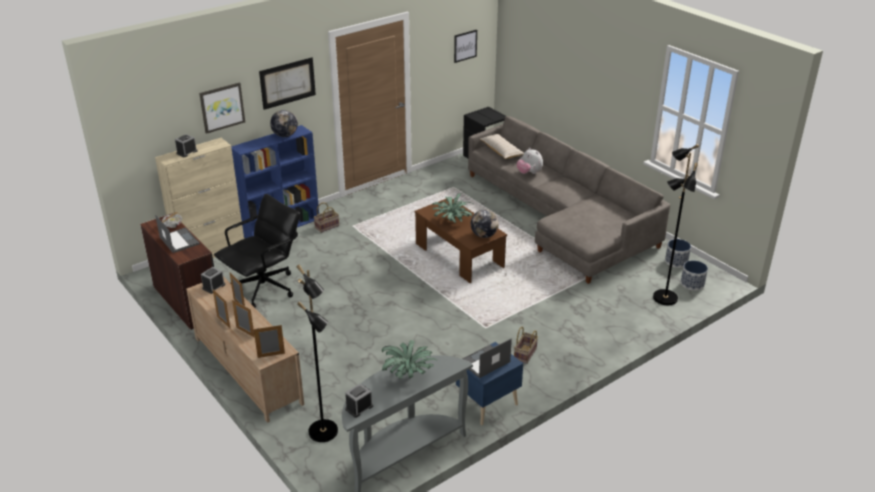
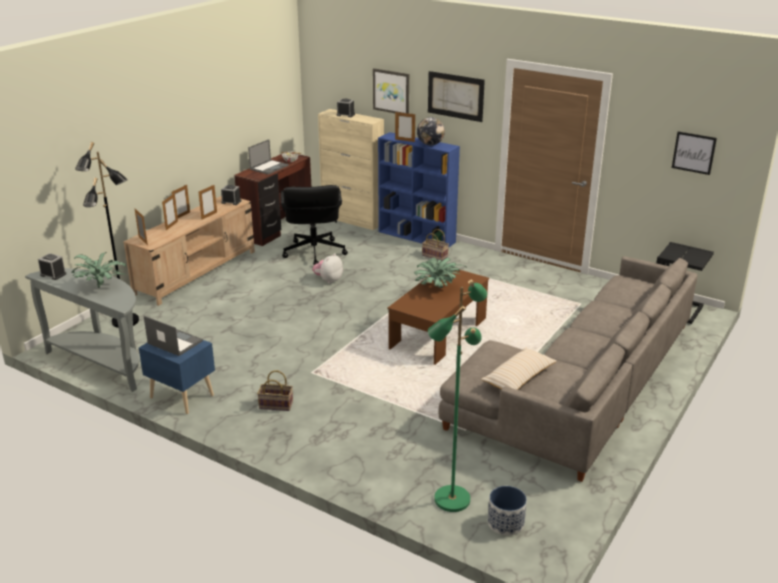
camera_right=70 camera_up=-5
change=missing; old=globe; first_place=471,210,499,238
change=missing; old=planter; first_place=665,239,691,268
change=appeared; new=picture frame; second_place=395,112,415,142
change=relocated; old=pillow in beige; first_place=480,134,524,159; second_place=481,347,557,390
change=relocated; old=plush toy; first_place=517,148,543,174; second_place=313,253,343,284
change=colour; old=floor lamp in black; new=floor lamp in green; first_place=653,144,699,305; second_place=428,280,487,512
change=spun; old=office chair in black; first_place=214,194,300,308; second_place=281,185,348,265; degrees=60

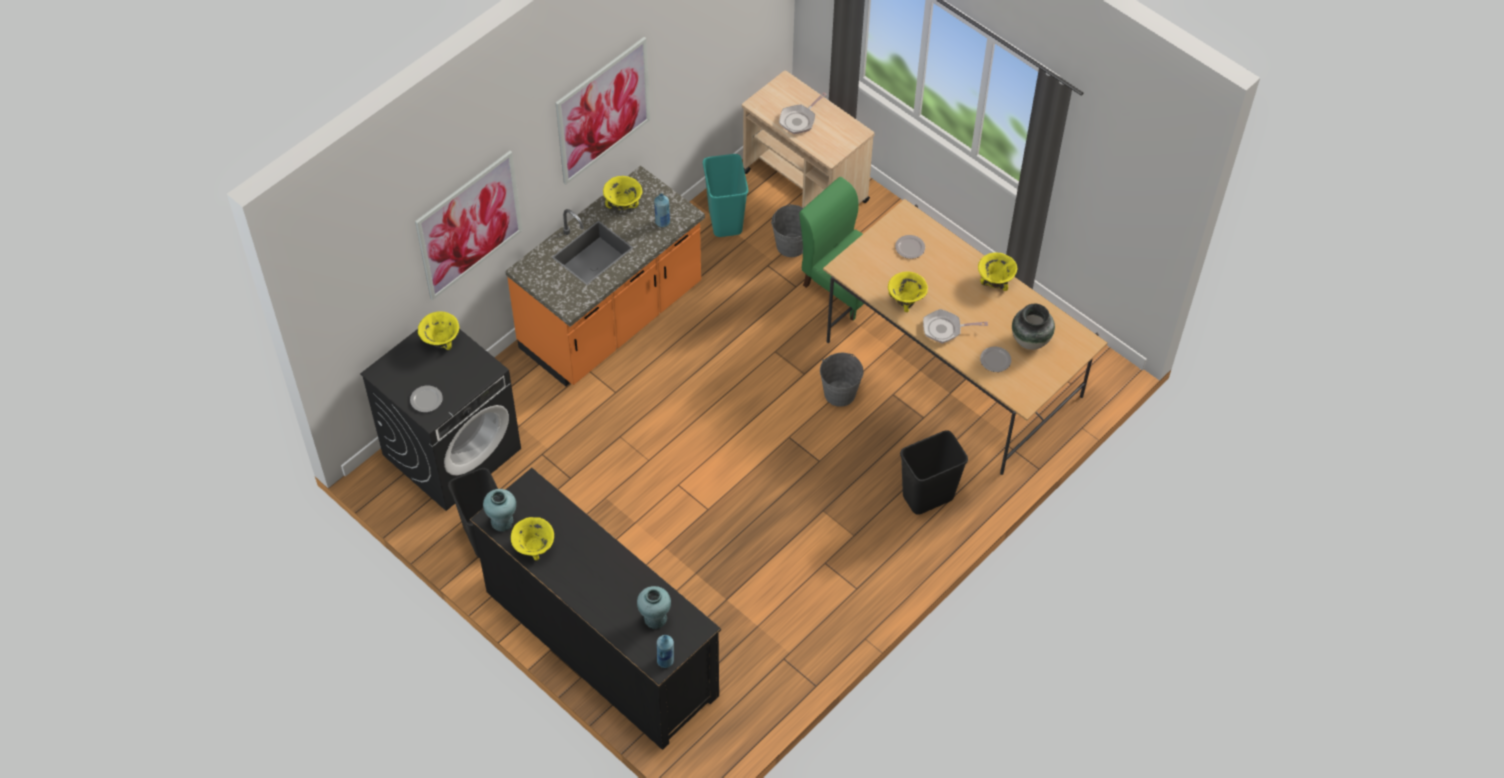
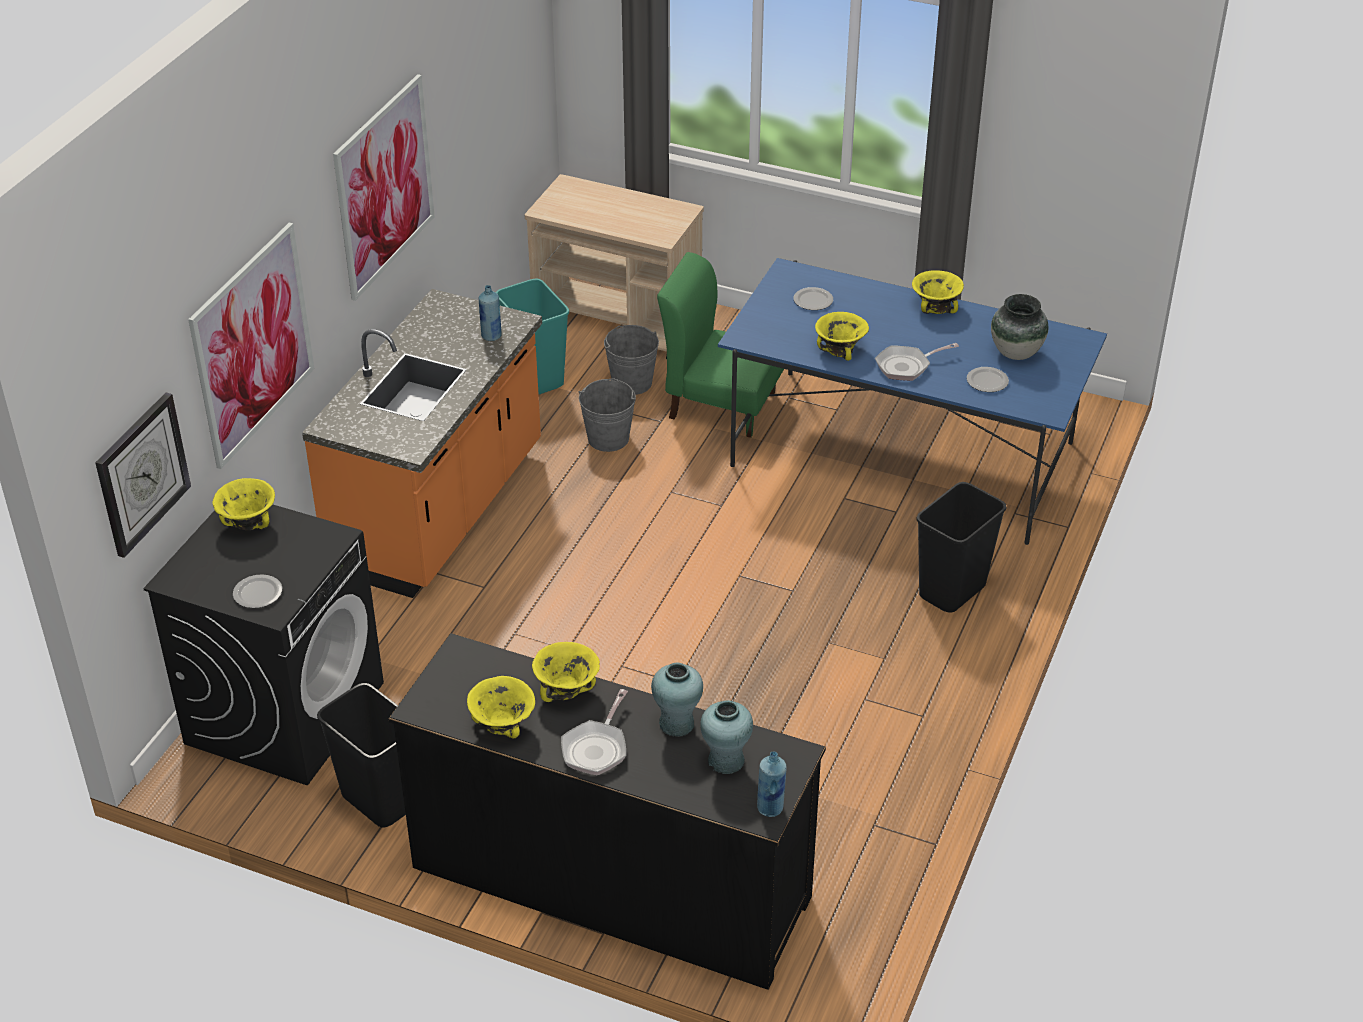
camera_right=-20 camera_up=-15
change=appeared; new=wall clock; second_place=95,392,191,558
change=relocated; old=vase in turquoise; first_place=483,489,516,532; second_place=651,662,703,737
change=relocated; old=bowl in yellow; first_place=603,176,642,210; second_place=532,642,600,702
change=relocated; old=frying pan; first_place=779,92,827,134; second_place=561,689,628,775
change=relocated; old=bucket in grey; first_place=820,353,864,407; second_place=579,378,636,452
change=colour; old=dining table in beige; new=dining table in blue; first_place=823,199,1107,475; second_place=718,258,1107,545

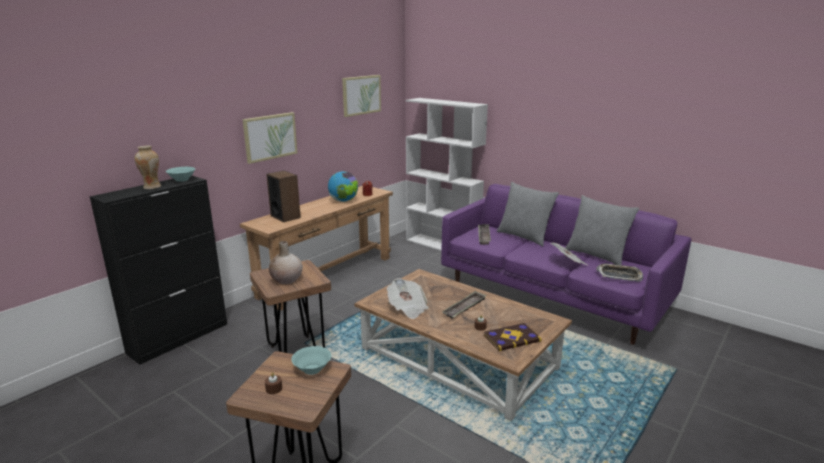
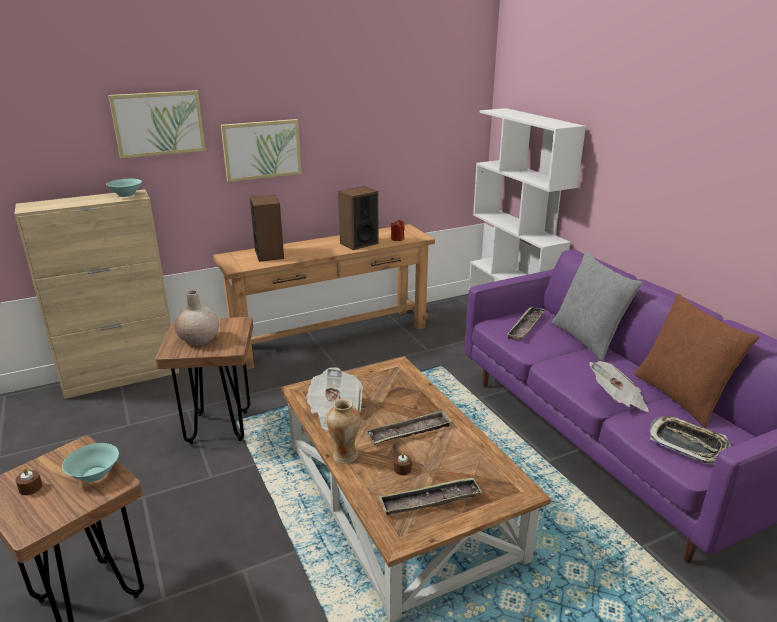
camera_right=25 camera_up=5
change=relocated; old=vase; first_place=134,146,161,189; second_place=327,399,360,463
change=relocated; old=picture; first_place=342,75,381,117; second_place=108,90,206,159
change=exchanged; old=globe; new=speaker; first_place=328,172,358,202; second_place=338,186,379,250
change=exchanged; old=book; new=tray; first_place=484,323,541,351; second_place=379,477,482,515
change=colour; old=cabinet in black; new=cabinet in beige; first_place=90,176,227,365; second_place=14,189,179,399
change=colour; old=pillow in grey; new=pillow in brown; first_place=565,195,639,265; second_place=634,294,759,428

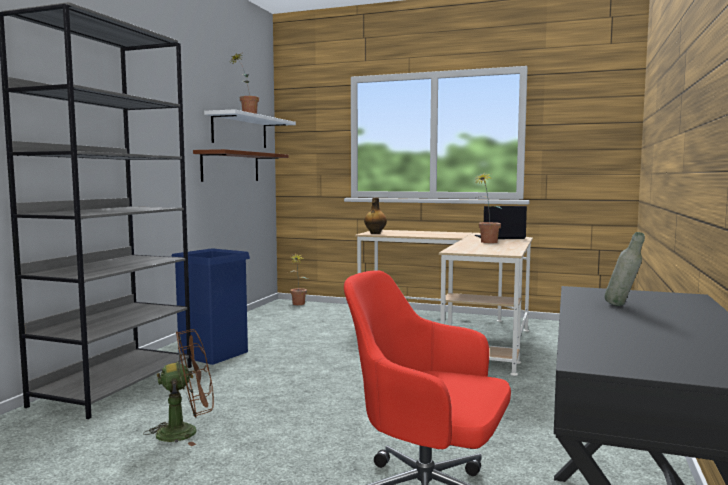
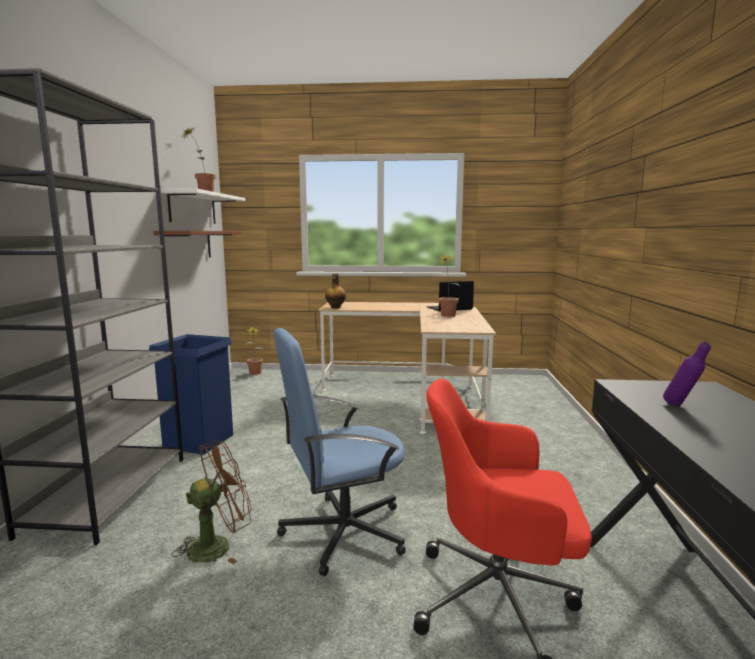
camera_right=-15 camera_up=5
change=appeared; new=office chair in blue; second_place=273,328,406,576
change=colour; old=bottle in grey; new=bottle in purple; first_place=605,232,645,306; second_place=663,341,711,406

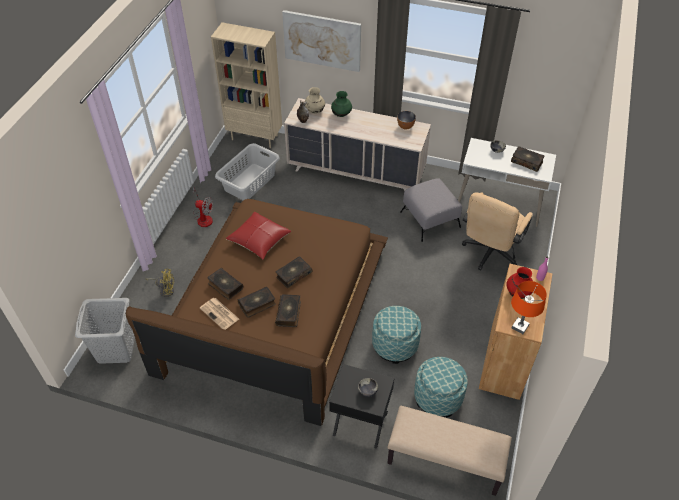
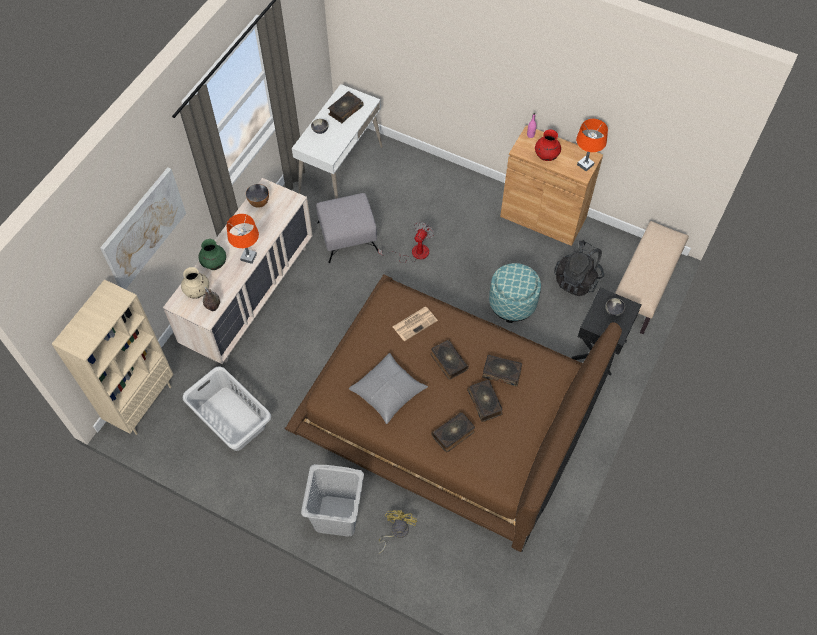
camera_right=-80 camera_up=10
change=missing; old=office chair in beige; first_place=462,192,533,270
change=appeared; new=table lamp in orange; second_place=227,214,259,264
change=relocated; old=laundry basket in grey; first_place=75,298,135,364; second_place=301,464,364,537
change=relocated; old=fan; first_place=192,188,213,227; second_place=378,222,434,263
change=relocated; old=newspaper; first_place=200,298,239,330; second_place=393,307,438,341
change=exchanged; old=ottoman; new=backpack in black; first_place=414,357,468,418; second_place=554,240,604,296
change=colour; old=pillow in red; new=pillow in grey; first_place=226,212,291,259; second_place=349,353,428,424

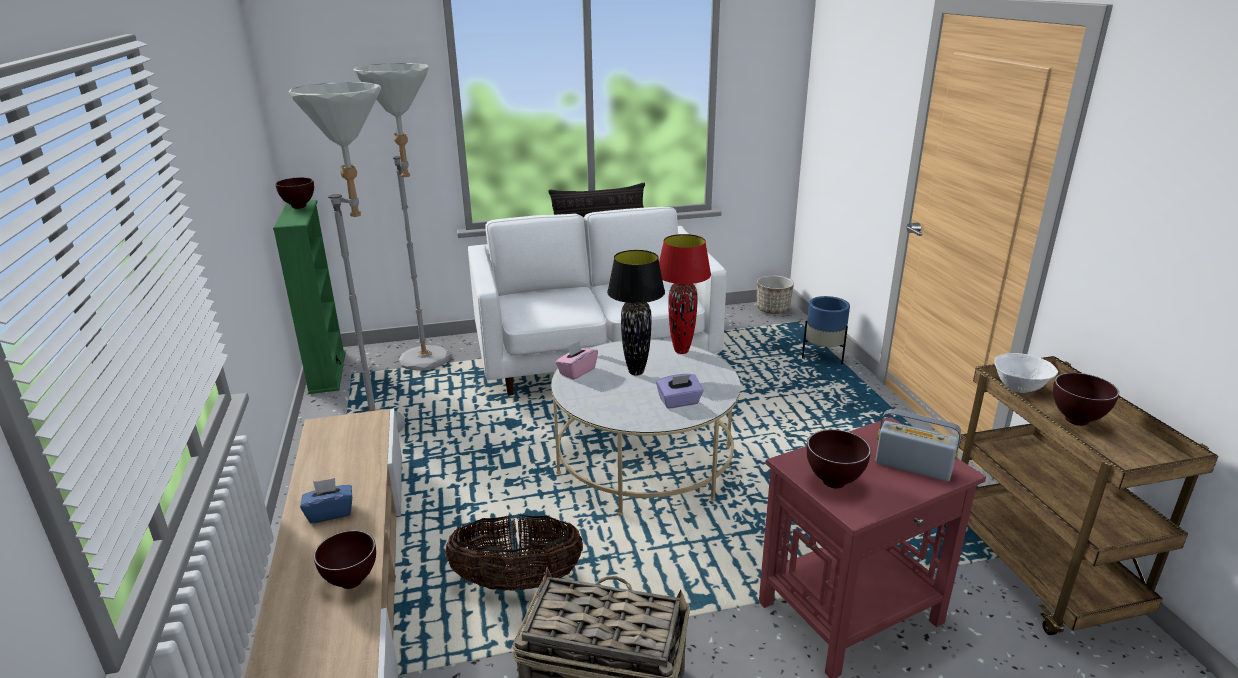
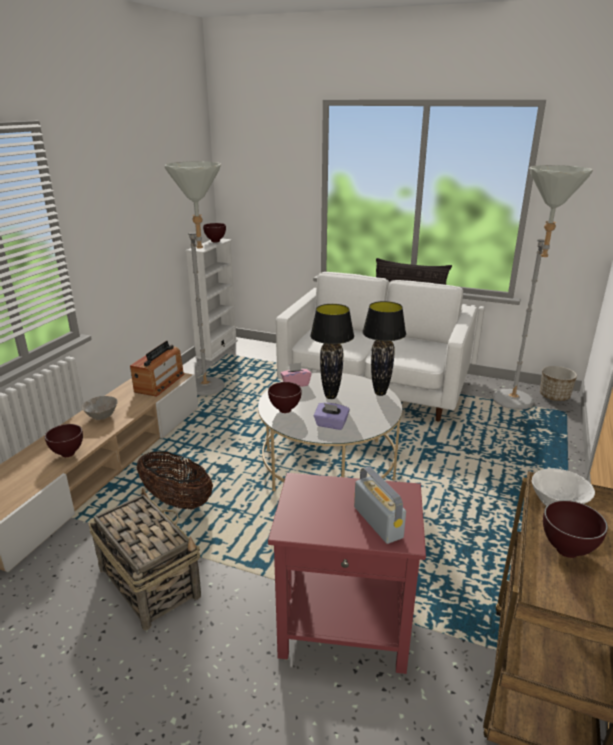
camera_right=35 camera_up=0
change=missing; old=planter in blue; first_place=802,296,850,364
change=appeared; new=radio; second_place=130,341,184,397
change=relocated; old=floor lamp in grey; first_place=353,63,450,371; second_place=492,165,593,410
change=relocated; old=bowl in brown; first_place=807,429,871,488; second_place=268,382,302,413
change=exchanged; old=tissue box in blue; new=bowl in grey; first_place=300,478,352,524; second_place=81,396,118,420
change=colour; old=bookcase in green; new=bookcase in white; first_place=273,200,346,394; second_place=185,238,238,361
change=colour; old=table lamp in red; new=table lamp in black; first_place=659,234,711,354; second_place=362,301,406,396

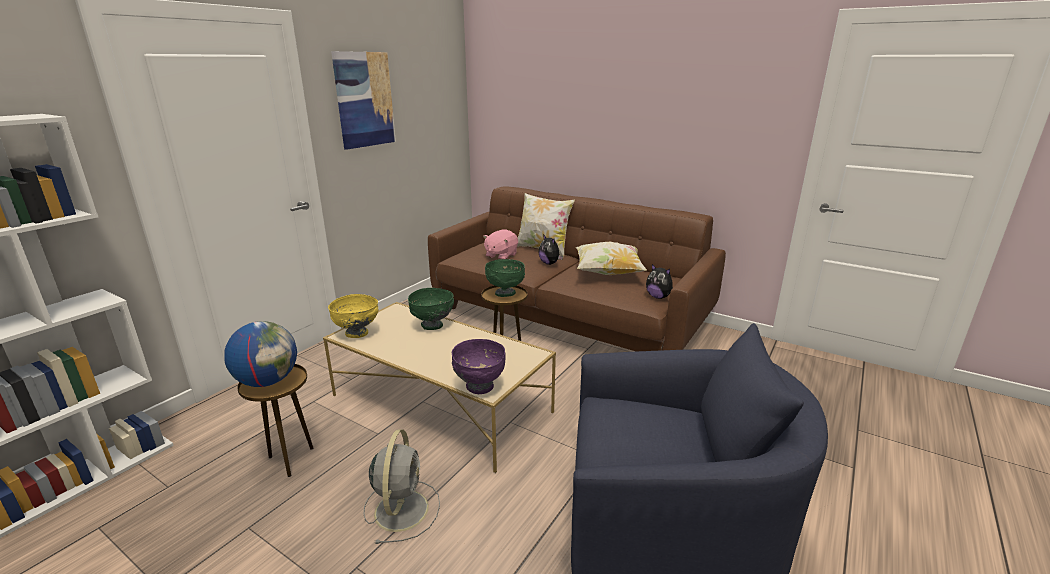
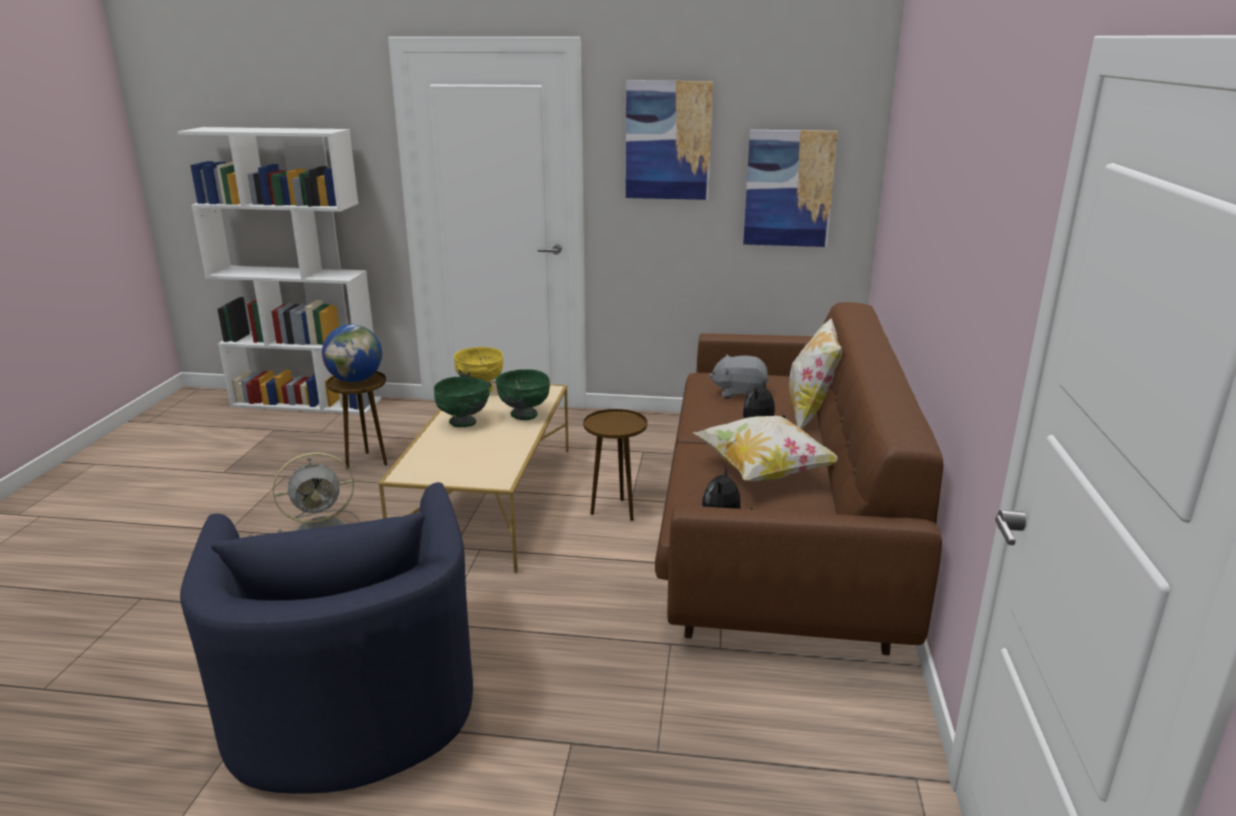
camera_right=65 camera_up=0
change=missing; old=bowl in purple; first_place=452,339,506,394
change=appeared; new=picture; second_place=743,130,838,247
change=relocated; old=bowl in green; first_place=485,259,525,297; second_place=434,376,490,427
change=colour; old=plush toy in pink; new=plush toy in grey; first_place=483,229,518,259; second_place=709,354,769,399

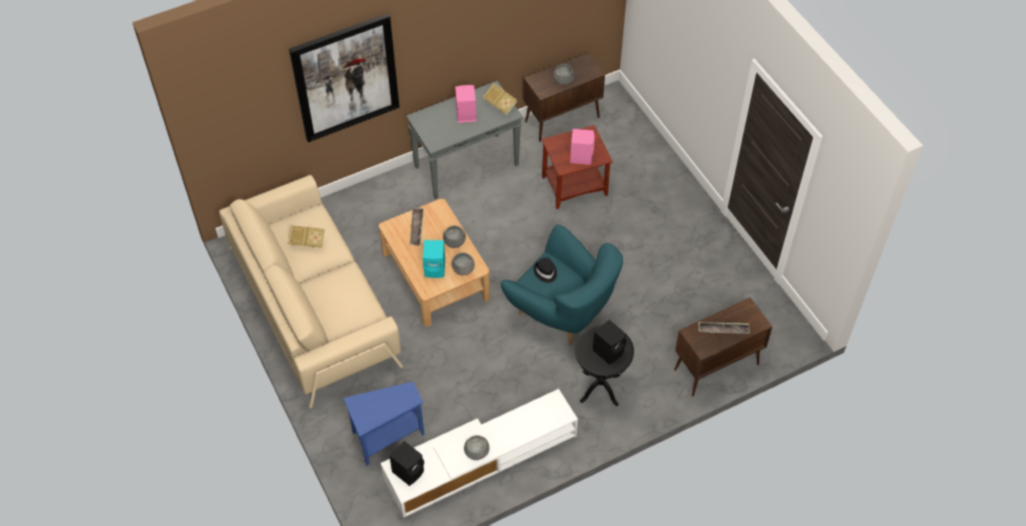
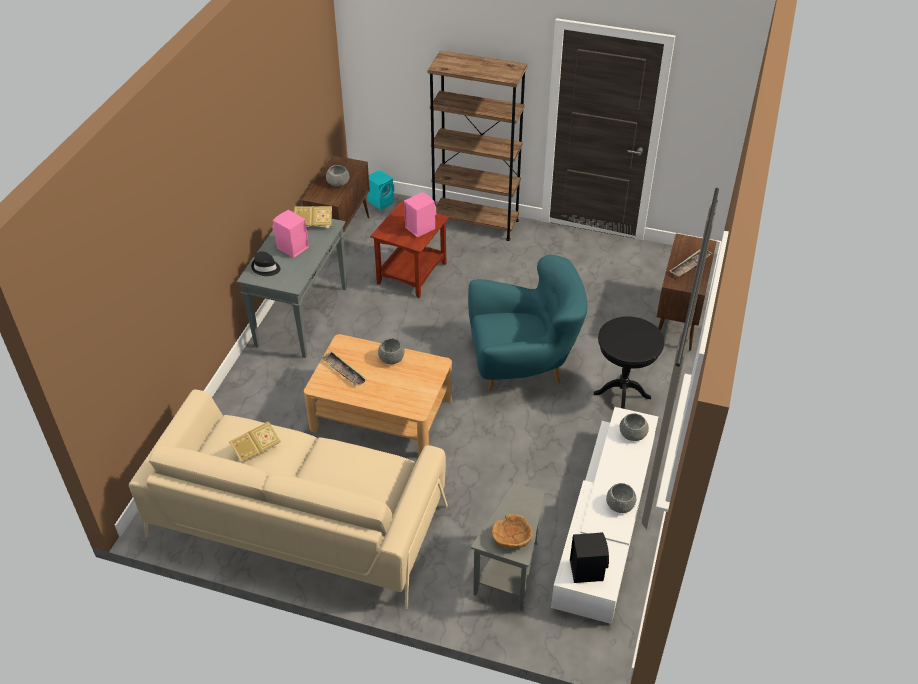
camera_right=-45 camera_up=-10
change=missing; old=picture; first_place=289,13,400,142
change=missing; old=speaker in black; first_place=593,320,627,365
change=appeared; new=bookcase in brown; second_place=428,50,528,241
change=appeared; new=bowl in brown; second_place=492,514,533,549
change=relocated; old=speaker in turquoise; first_place=423,240,445,278; second_place=367,170,394,210
change=relocated; old=bowl in grey; first_place=452,253,475,275; second_place=620,413,649,441
change=relocated; old=hat in black; first_place=534,257,557,283; second_place=251,251,280,276
change=colour; old=side table in blue; new=side table in grey; first_place=344,382,424,466; second_place=471,483,544,611

